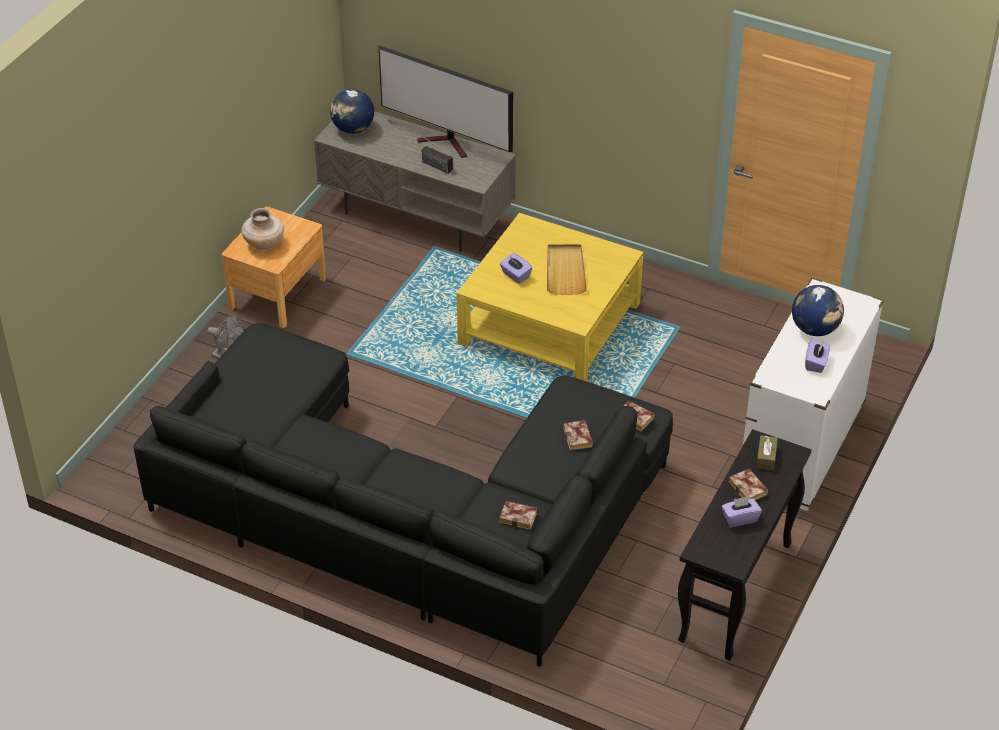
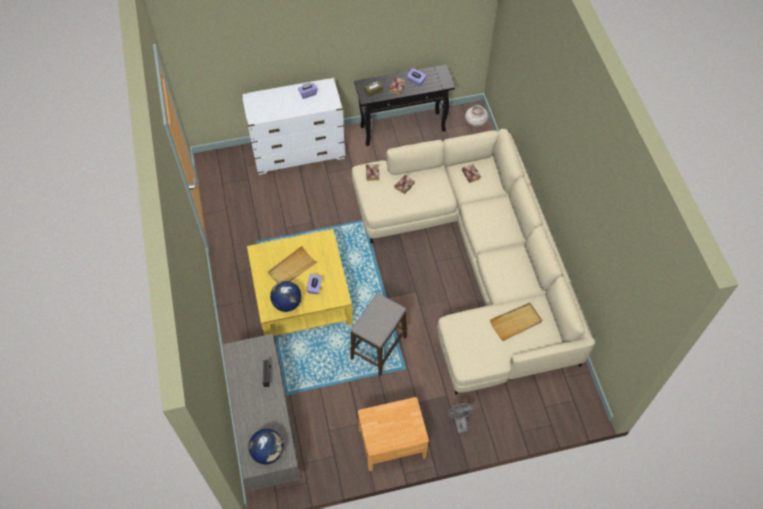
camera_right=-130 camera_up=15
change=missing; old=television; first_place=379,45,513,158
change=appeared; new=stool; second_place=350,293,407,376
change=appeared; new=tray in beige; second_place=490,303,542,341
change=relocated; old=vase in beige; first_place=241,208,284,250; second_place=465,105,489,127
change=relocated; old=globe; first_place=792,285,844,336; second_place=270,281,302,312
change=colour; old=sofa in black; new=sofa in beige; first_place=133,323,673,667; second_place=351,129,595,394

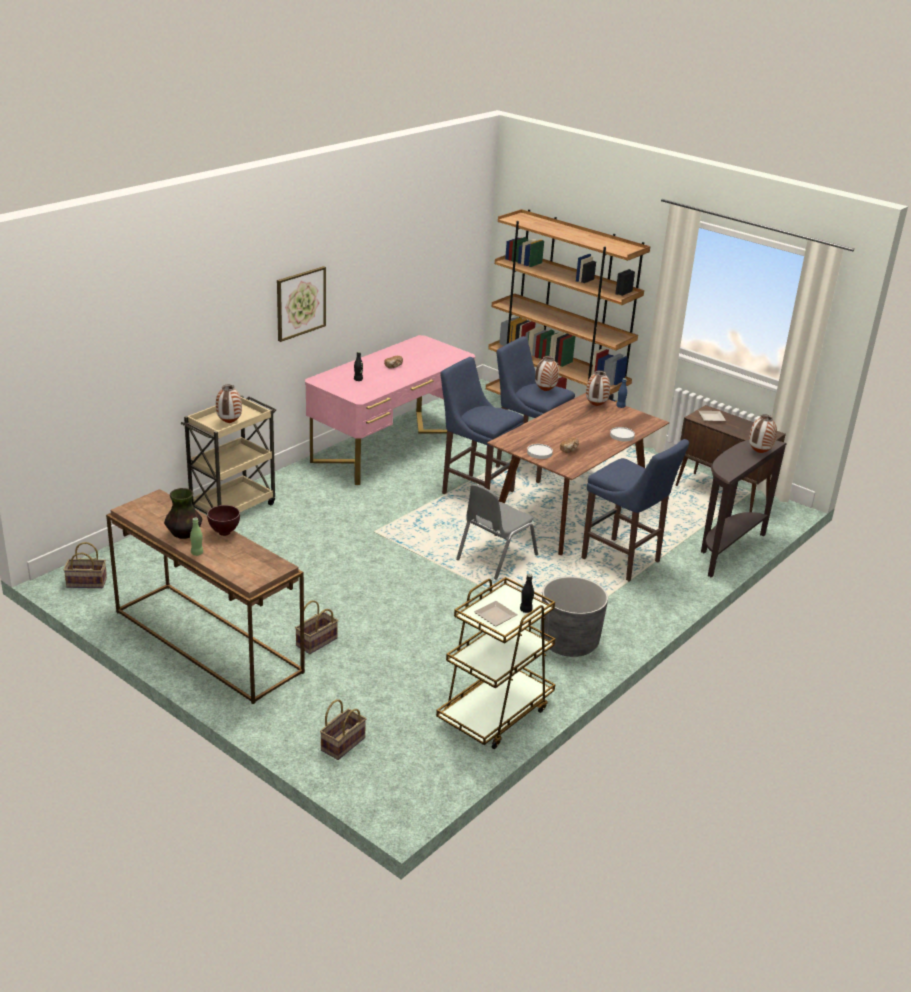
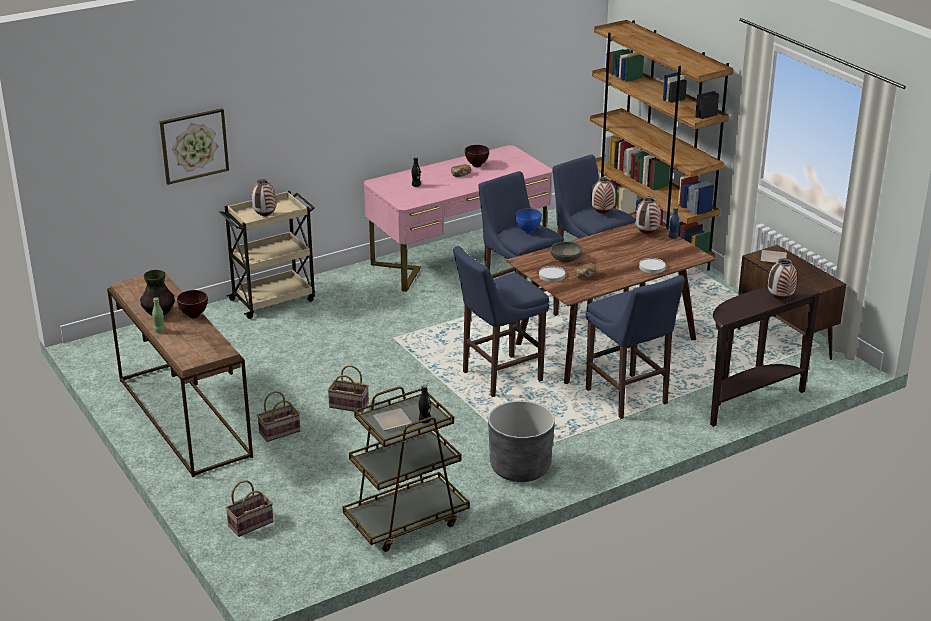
camera_right=20 camera_up=0
change=appeared; new=bowl in brown; second_place=465,145,489,167
change=appeared; new=bowl in blue; second_place=515,208,542,233
change=appeared; new=bowl in grey; second_place=551,241,582,263
change=relocated; old=basket; first_place=63,542,107,588; second_place=328,365,369,413
change=relocated; old=picture; first_place=277,266,326,342; second_place=160,108,229,185
change=exchanged; old=chair in grey; new=stool in blue; first_place=456,484,538,579; second_place=453,246,549,397

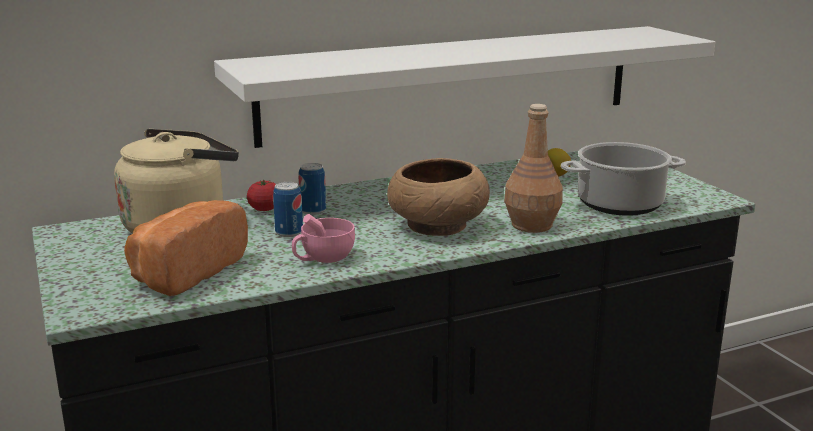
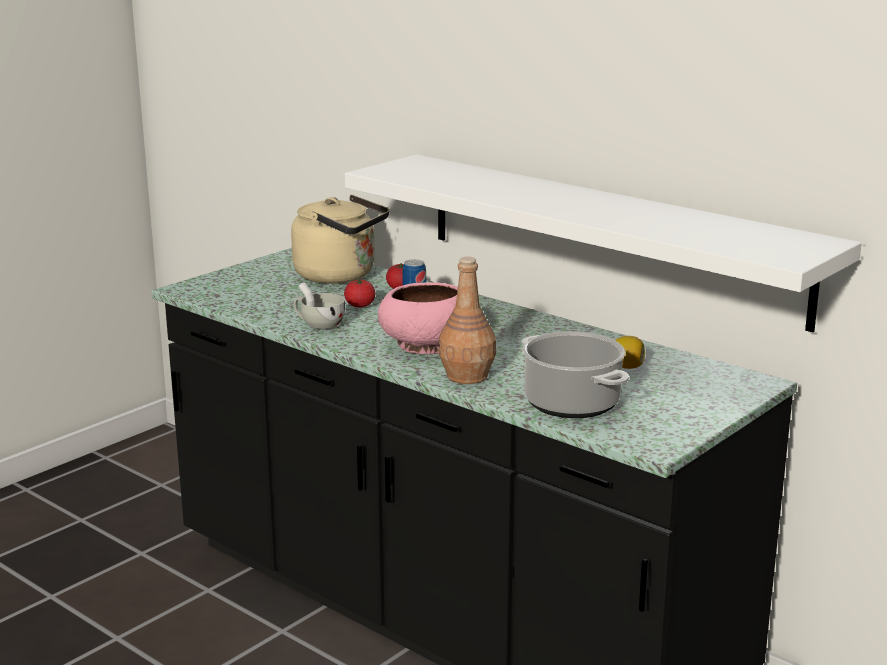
camera_right=65 camera_up=0
change=missing; old=bread; first_place=124,200,248,296
change=exchanged; old=can; new=tomato; first_place=273,182,303,237; second_place=344,279,376,307
change=colour; old=cup in pink; new=cup in white; first_place=292,214,355,263; second_place=294,282,345,330
change=colour; old=bowl in brown; new=bowl in pink; first_place=387,158,490,236; second_place=378,282,458,354

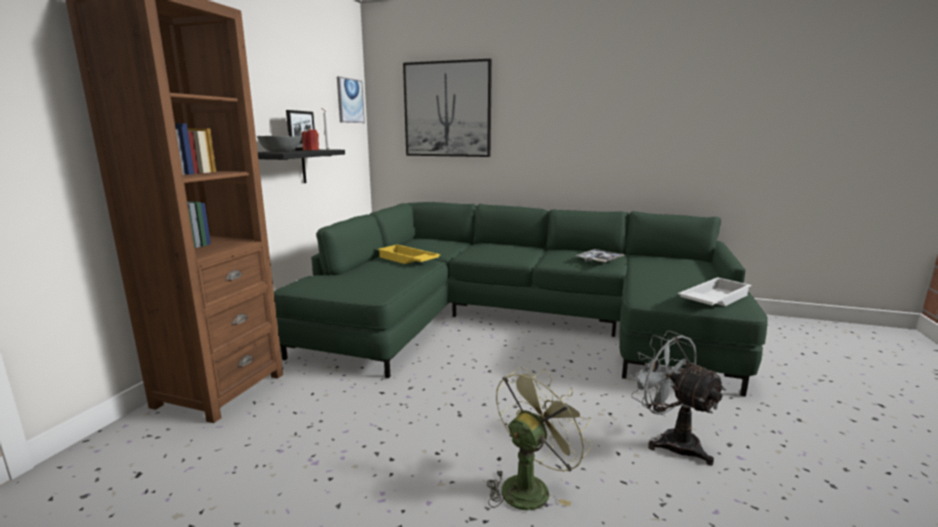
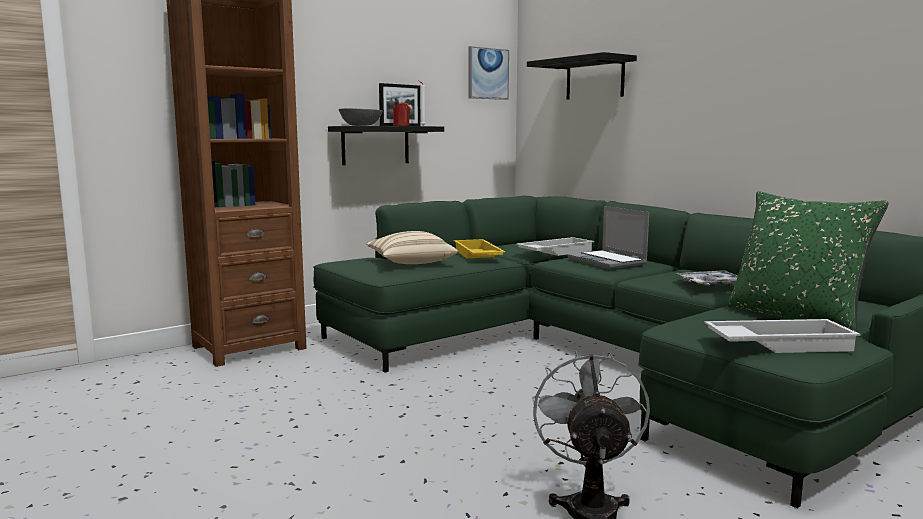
camera_right=35 camera_up=-5
change=missing; old=fan in green; first_place=487,367,592,510
change=appeared; new=pillow in beige; second_place=366,231,458,264
change=appeared; new=tray in white; second_place=516,237,594,256
change=appeared; new=laptop; second_place=568,206,649,269
change=appeared; new=pillow in green; second_place=727,191,889,332
change=exchanged; old=picture; new=shelf in black; first_place=403,59,492,157; second_place=527,52,637,100

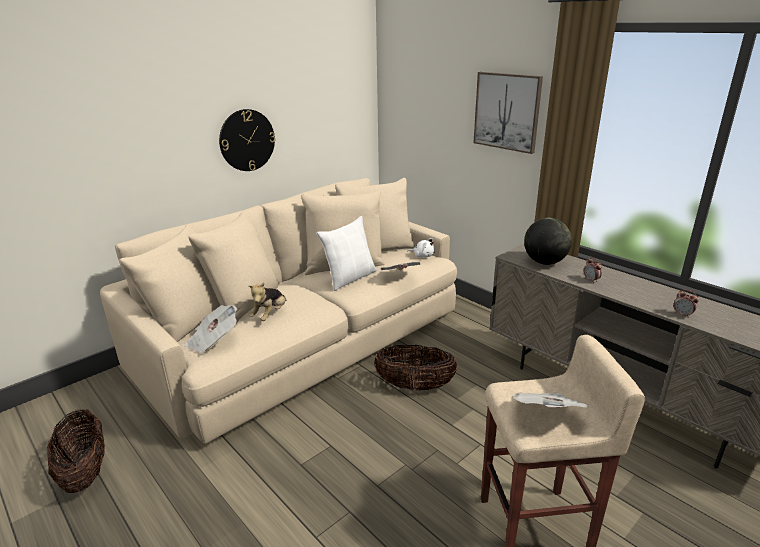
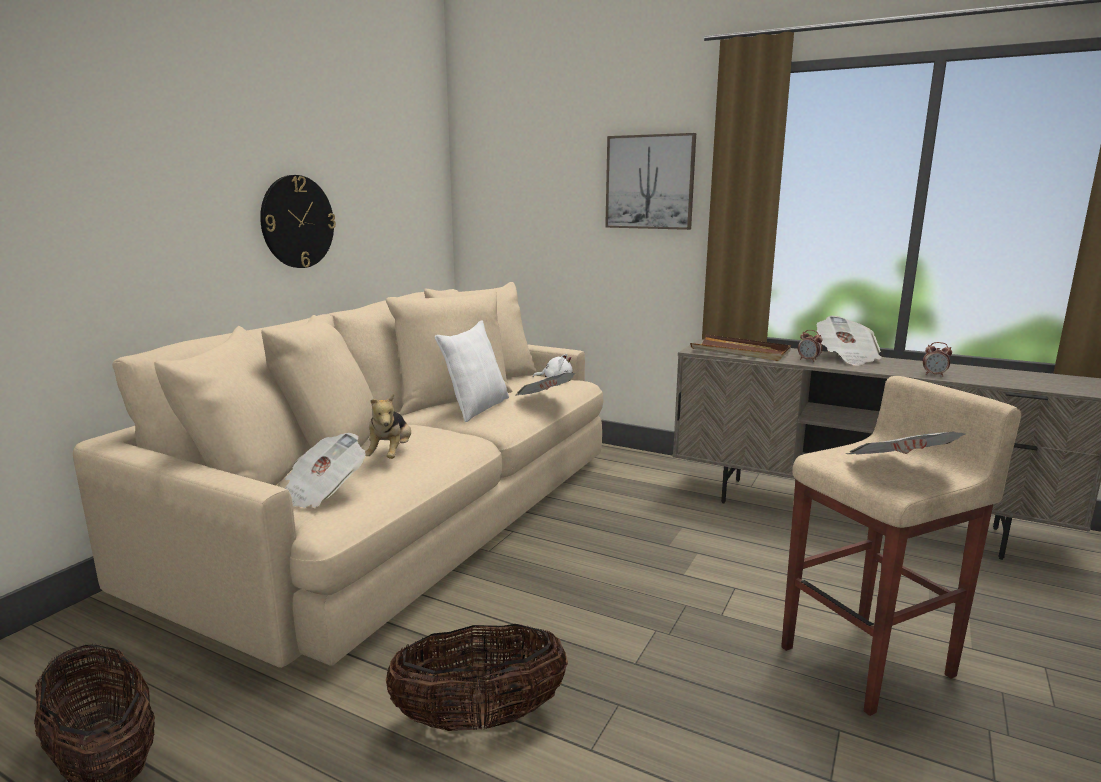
camera_right=-20 camera_up=-10
change=appeared; new=newspaper; second_place=816,316,882,366
change=relocated; old=basket; first_place=374,345,457,390; second_place=386,624,568,731
change=exchanged; old=globe; new=tray in brown; first_place=524,218,572,265; second_place=690,335,791,361

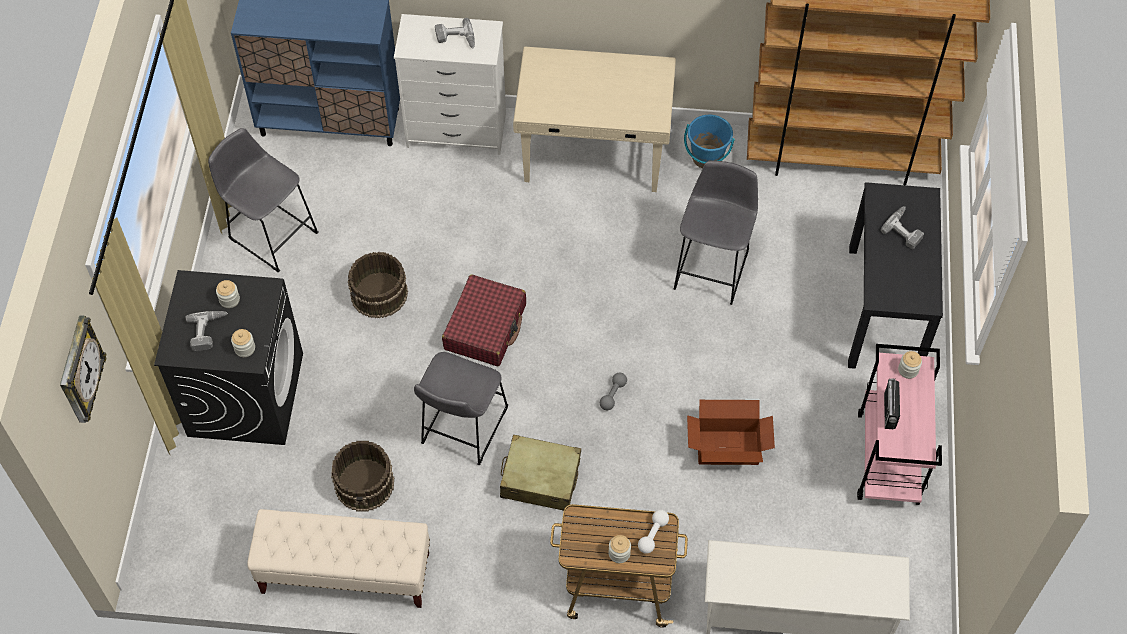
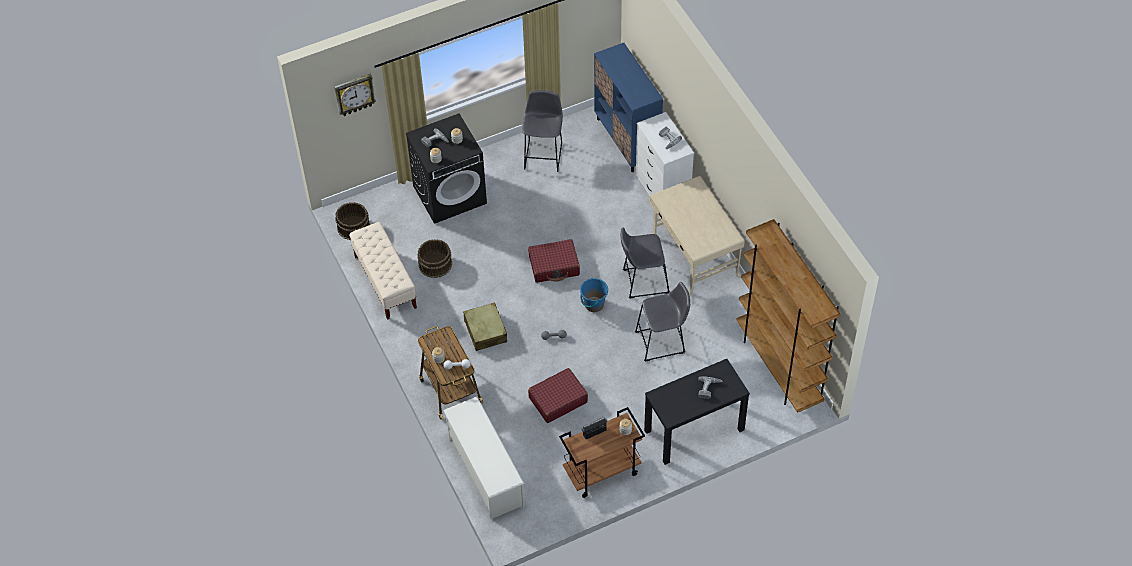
camera_right=60 camera_up=-5
change=relocated; old=bucket in brown; first_place=348,252,408,319; second_place=335,202,370,240
change=relocated; old=stool in grey; first_place=414,352,508,465; second_place=621,228,670,298
change=relocated; old=bucket in blue; first_place=684,115,735,169; second_place=580,277,608,312
change=exchanged; old=cardboard box; new=suitcase in red; first_place=687,400,775,465; second_place=528,368,588,423
change=colour; old=cart in pink; new=cart in brown; first_place=857,344,942,505; second_place=559,407,645,498

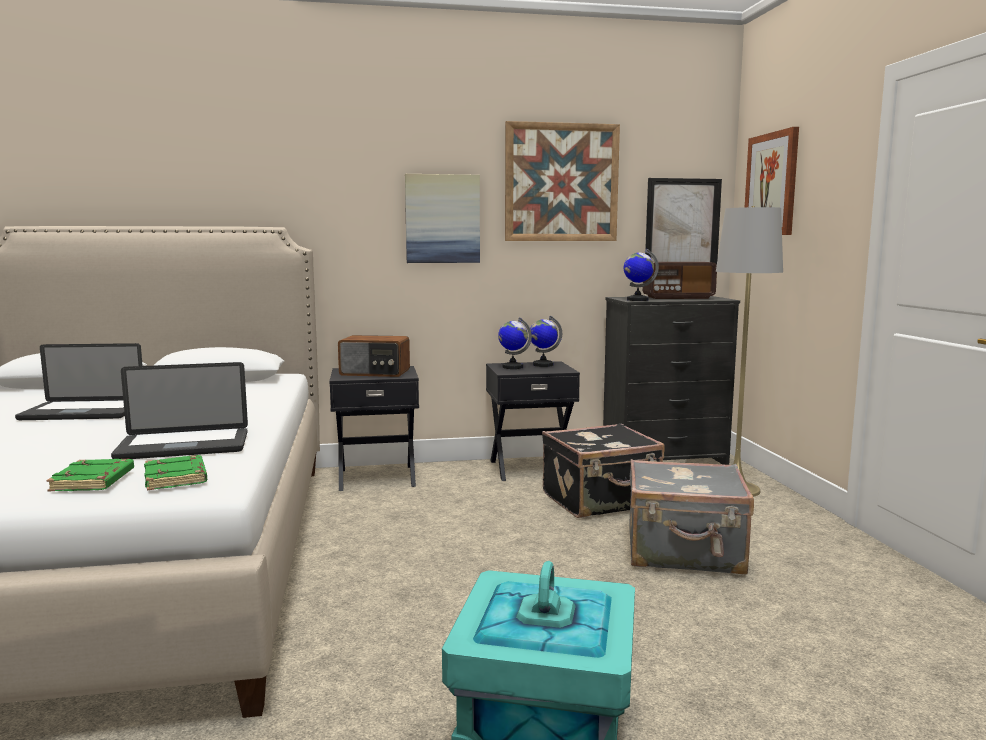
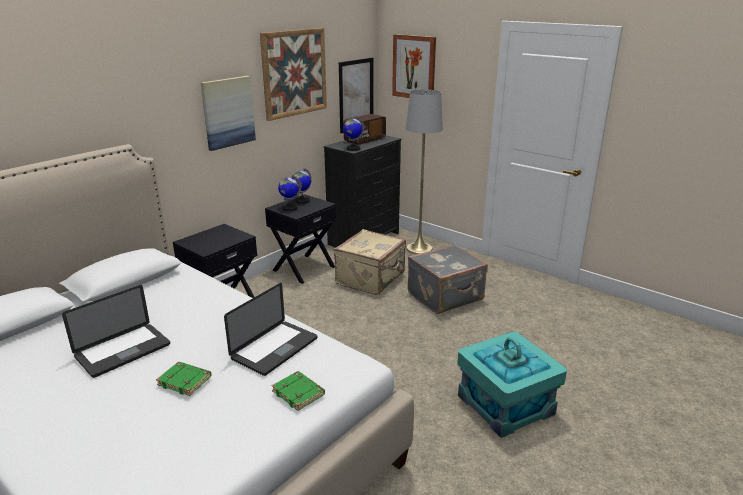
camera_right=-40 camera_up=15
change=missing; old=radio; first_place=338,335,410,377
change=relocated; old=book in green; first_place=144,455,207,491; second_place=156,362,212,396
change=colour; old=suitcase in black; new=suitcase in beige; first_place=542,423,665,518; second_place=334,229,406,295

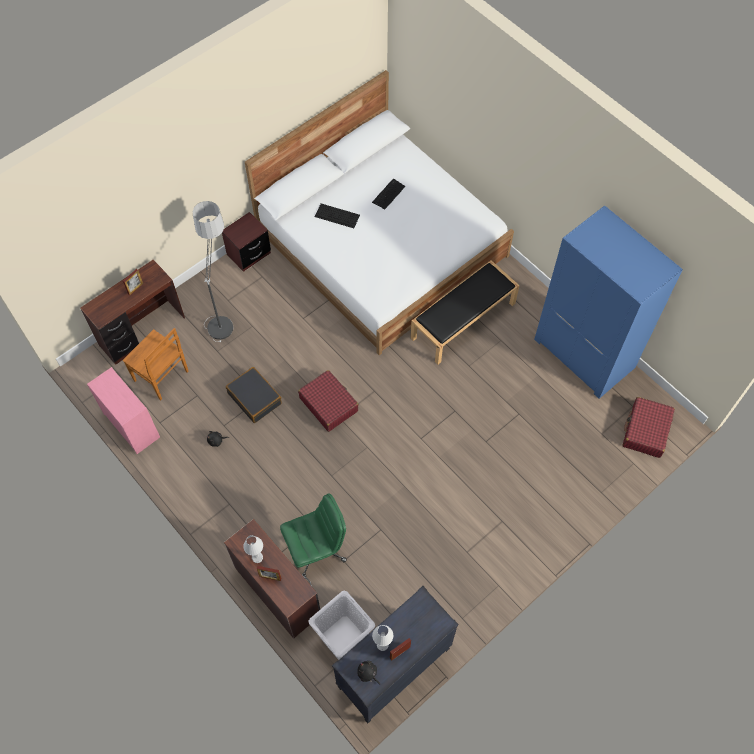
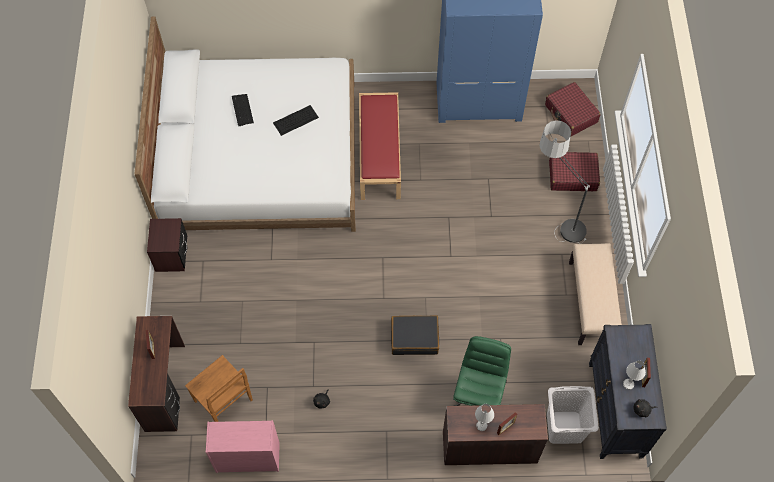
camera_right=-50 camera_up=0
change=appeared; new=bench in beige; second_place=569,243,622,345
change=relocated; old=floor lamp; first_place=193,201,234,342; second_place=540,120,590,244
change=relocated; old=suitcase in black; first_place=226,367,282,423; second_place=391,315,439,355
change=relocated; old=suitcase in red; first_place=298,370,359,432; second_place=549,152,600,191
change=relocated; old=keyboard; first_place=314,204,360,228; second_place=273,105,319,136
change=colour; old=bench in black; new=bench in red; first_place=410,260,520,365; second_place=359,92,401,200
change=spun; old=chair in brown; first_place=122,328,189,400; second_place=185,355,253,422; degrees=60

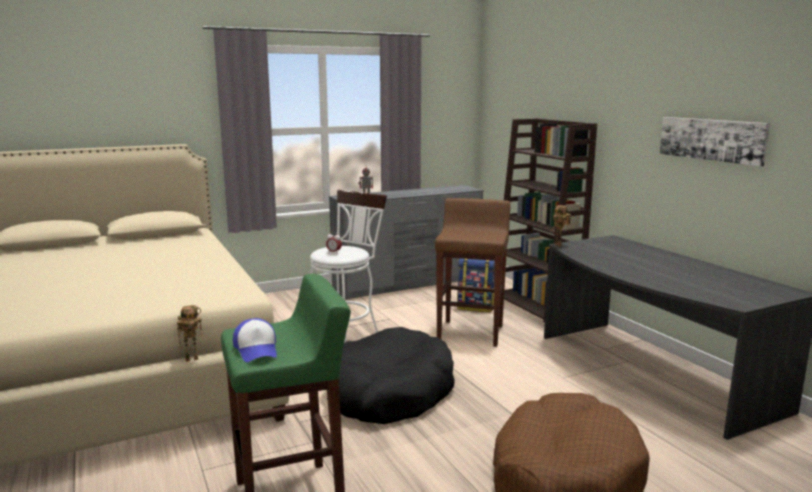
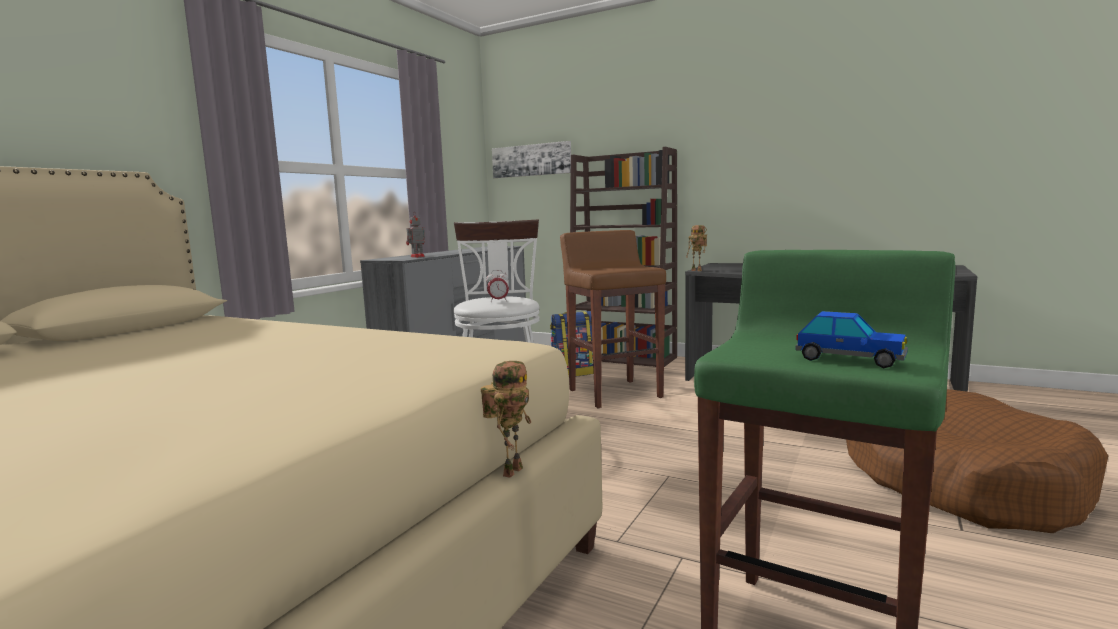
camera_right=-35 camera_up=-5
change=missing; old=dog bed in black; first_place=327,327,455,424
change=relocated; old=picture; first_place=659,117,770,167; second_place=492,141,571,178
change=exchanged; old=cap; new=toy car; first_place=233,318,277,362; second_place=795,311,908,368

